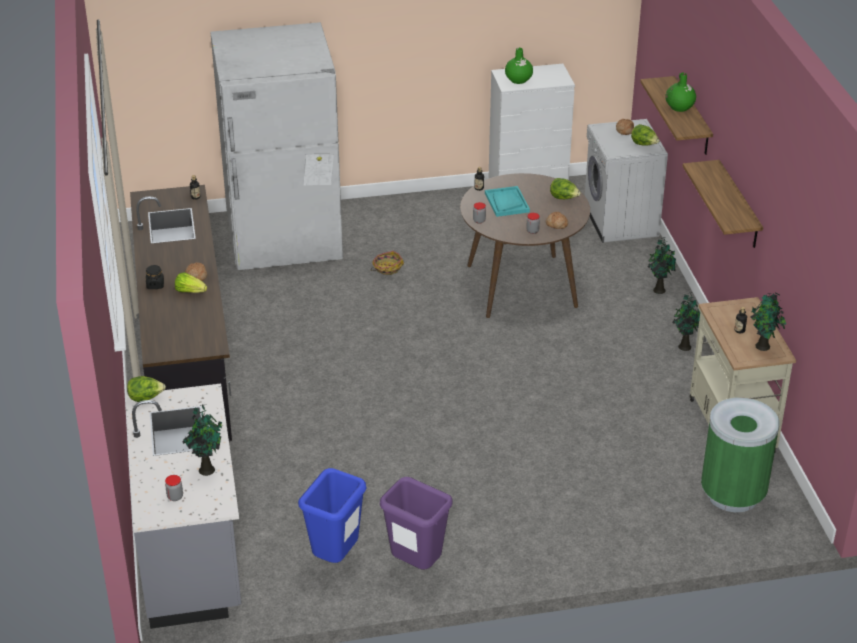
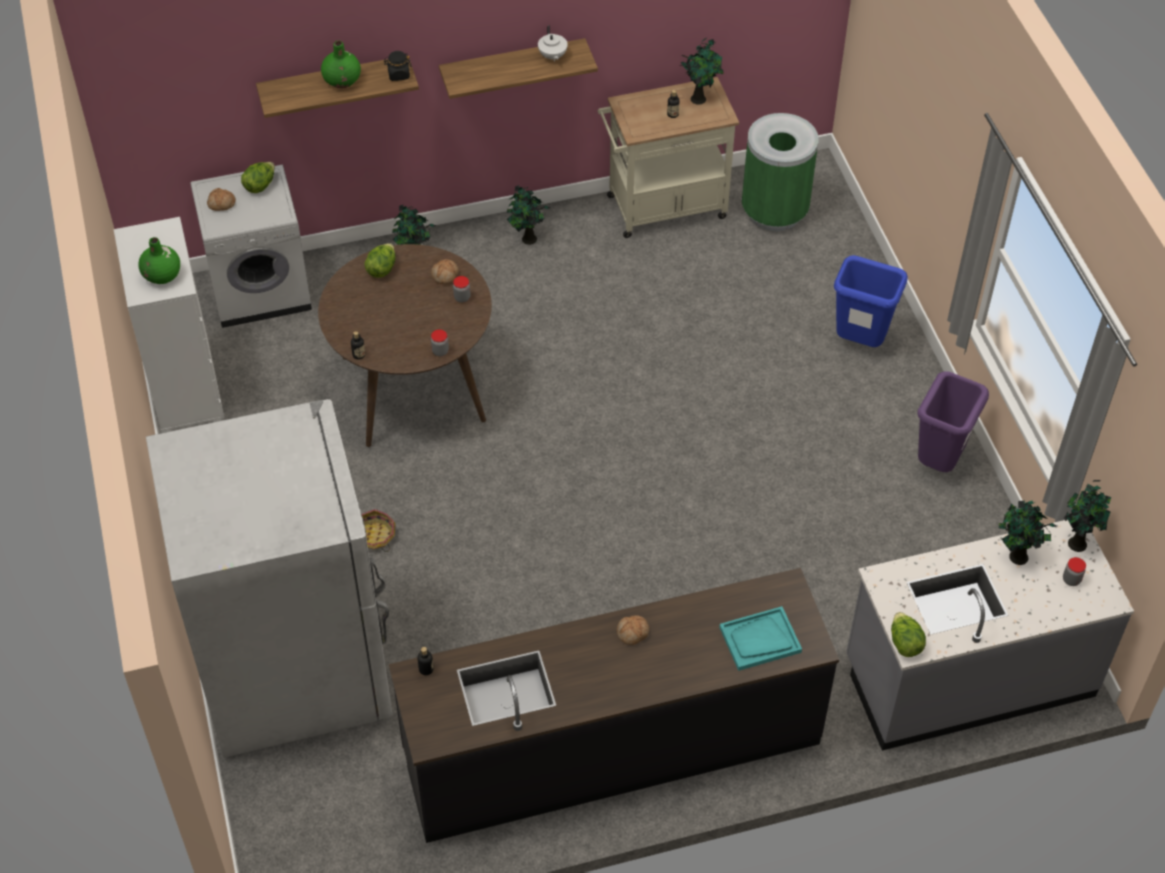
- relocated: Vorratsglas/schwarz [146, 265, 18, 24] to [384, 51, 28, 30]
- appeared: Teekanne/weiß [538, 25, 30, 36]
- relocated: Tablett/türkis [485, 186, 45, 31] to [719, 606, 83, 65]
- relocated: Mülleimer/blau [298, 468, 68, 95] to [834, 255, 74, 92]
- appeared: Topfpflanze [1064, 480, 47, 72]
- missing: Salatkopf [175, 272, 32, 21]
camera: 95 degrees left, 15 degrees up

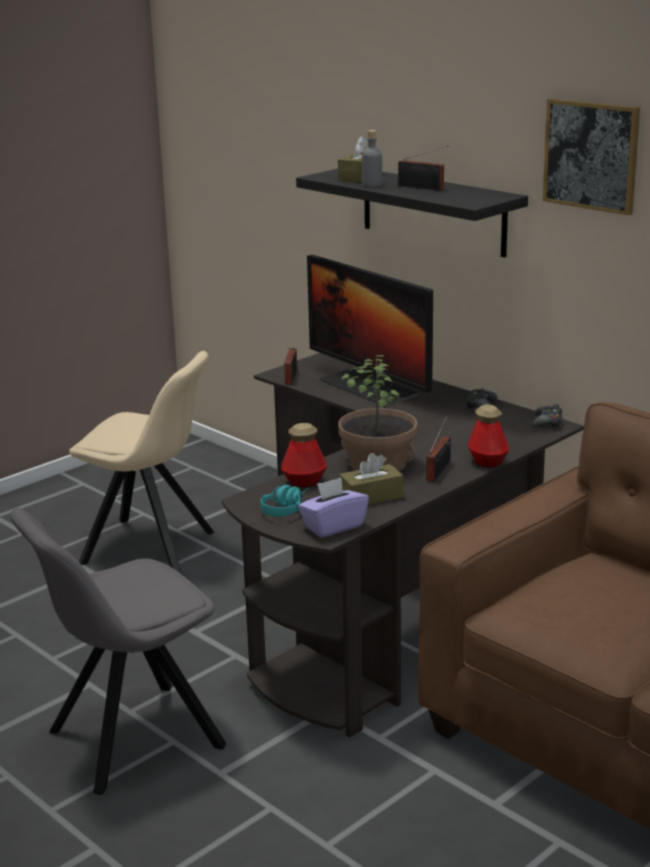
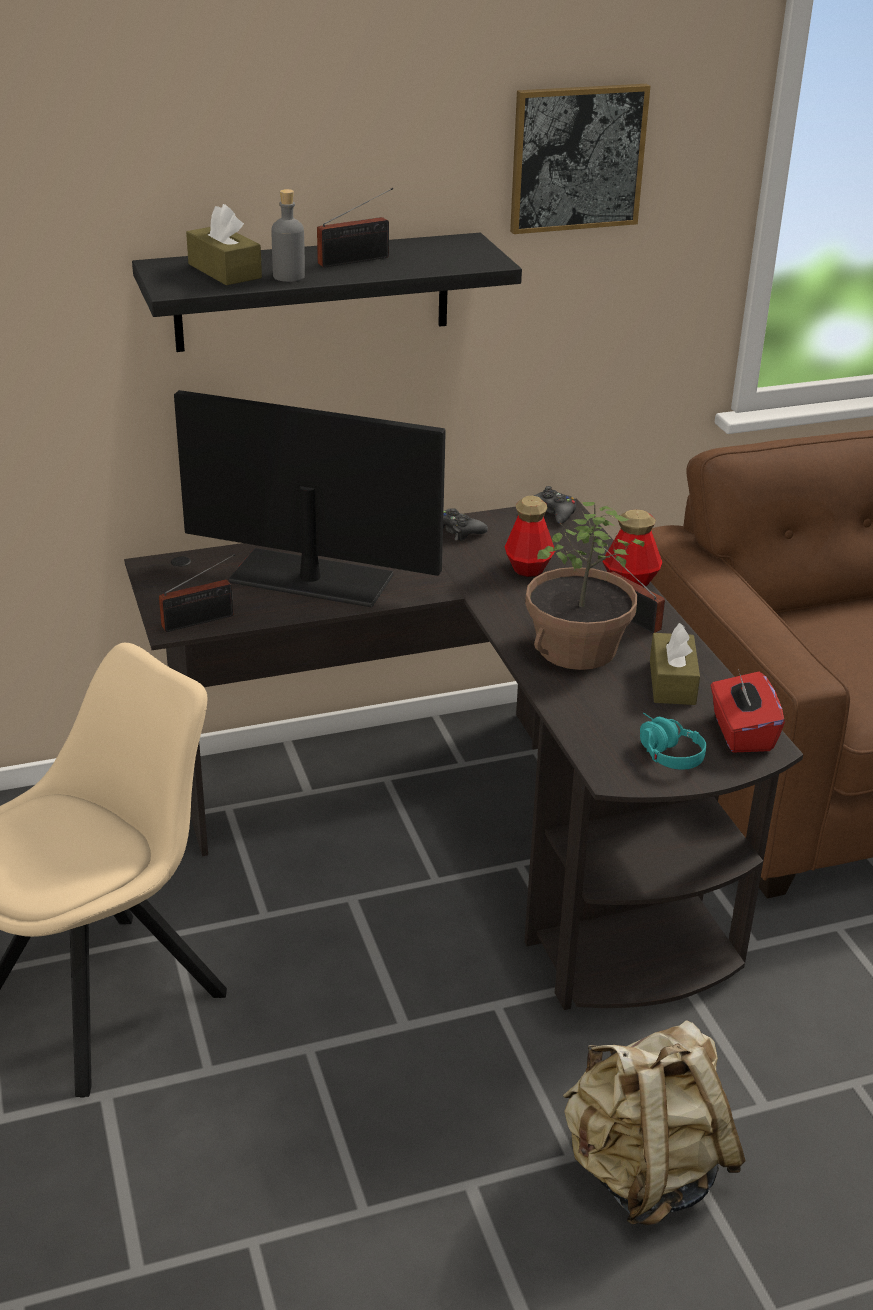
- spun: Radio [284, 348, 13, 36] = [159, 554, 76, 78] 60 degrees counterclockwise
- spun: Monitor [307, 255, 126, 151] = [174, 390, 272, 217] 150 degrees counterclockwise
- relocated: Flasche [281, 423, 46, 64] to [505, 496, 50, 81]
- exchanged: Stuhl/grau [10, 508, 216, 287] to Rucksack/beige [563, 1020, 182, 205]
- colour: Taschentuchbox/lila [298, 478, 71, 60] to Taschentuchbox/rot [711, 669, 74, 84]
camera: 65 degrees left, 10 degrees up

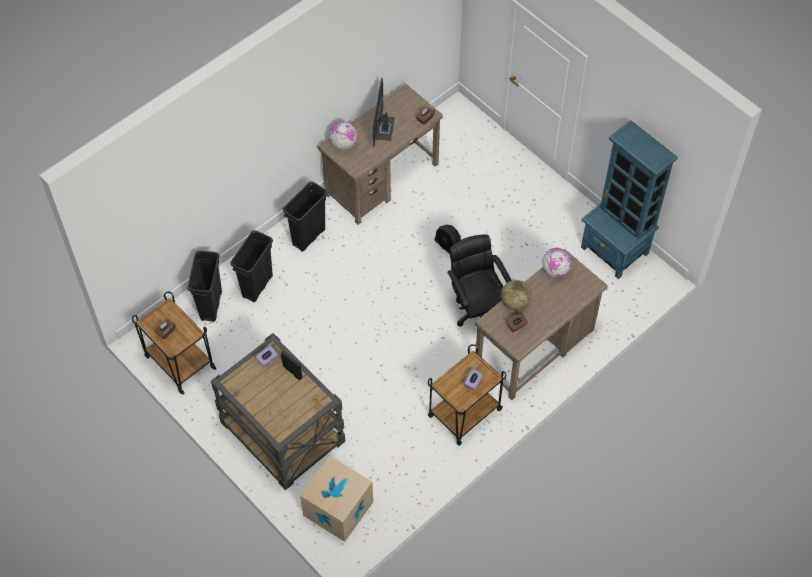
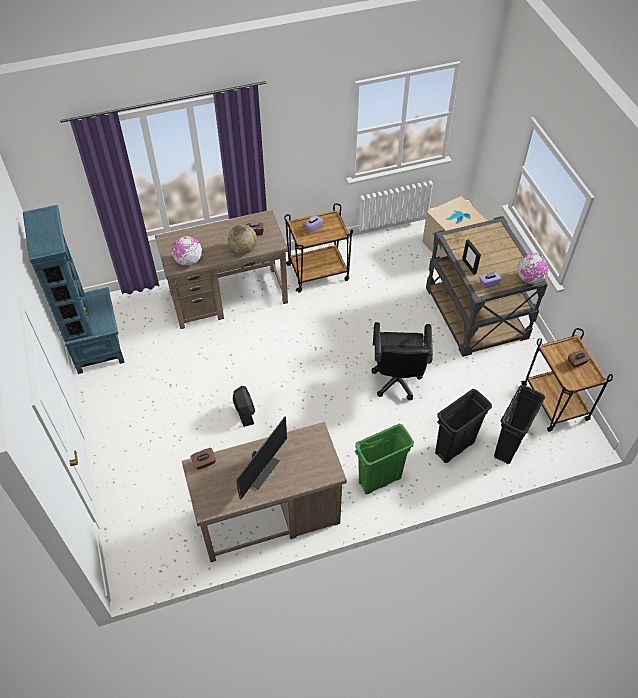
- colour: Mülleimer/schwarz [283, 181, 45, 70] to Mülleimer/grün [355, 424, 59, 70]
- relocated: Bürostuhl/schwarz [447, 235, 65, 92] to [371, 322, 62, 78]
- relocated: Globus [329, 122, 28, 28] to [517, 253, 32, 31]
camera: 155 degrees left, 5 degrees down

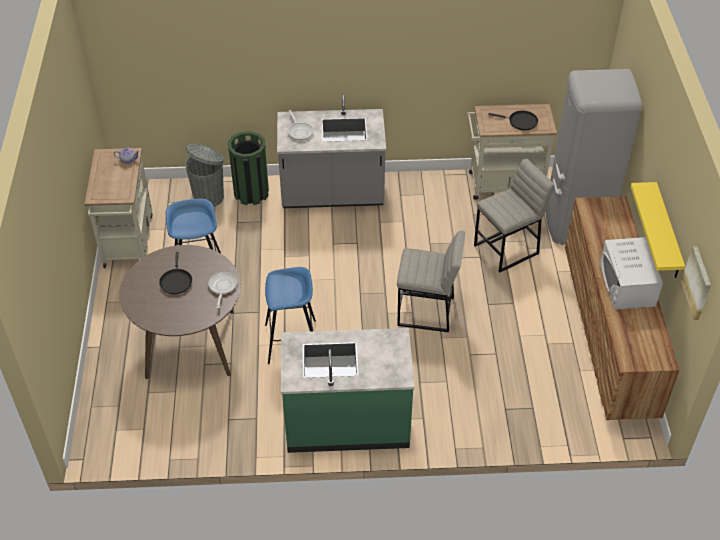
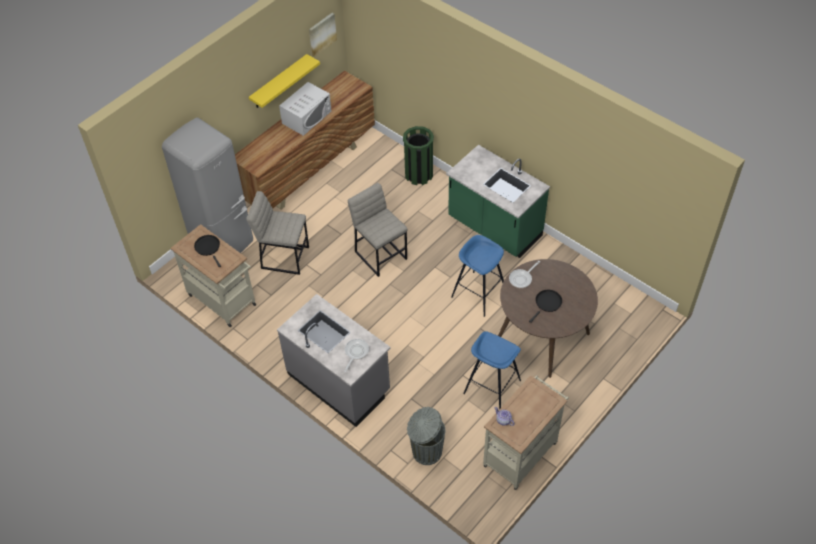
- relocated: Mülleimer/grün [228, 131, 41, 74] to [403, 126, 31, 59]
camera: 135 degrees left, 5 degrees up

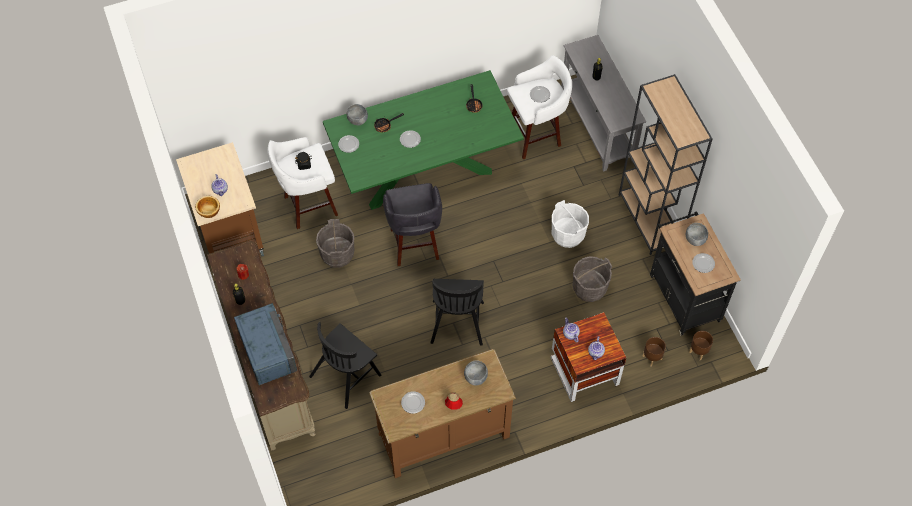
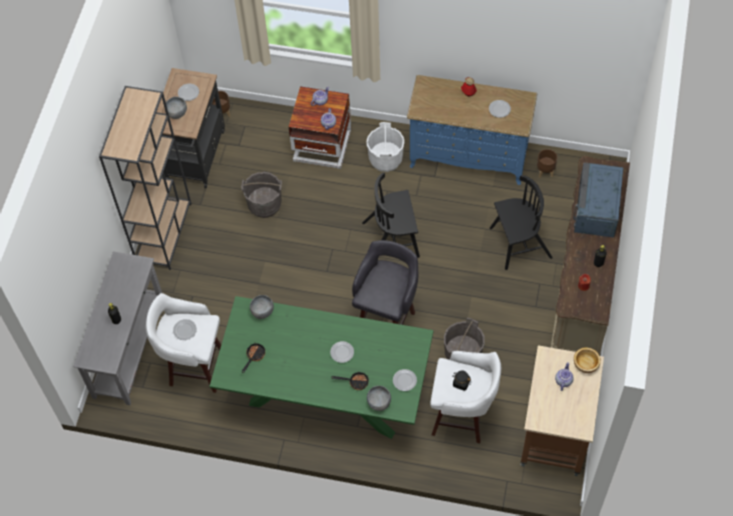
- relocated: Schüssel/grau [464, 360, 24, 26] to [250, 295, 24, 24]
- spun: Stuhl/schwarz [430, 279, 54, 67] = [362, 173, 58, 85] 135 degrees counterclockwise
- relocated: Eimer/weiß [552, 200, 37, 48] to [367, 122, 37, 50]
- colour: Kommode/braun [369, 349, 147, 129] to Kommode/blau [407, 75, 130, 110]
- relocated: Pflanzkübel/braun [642, 337, 24, 29] to [537, 149, 20, 28]
camera: 145 degrees left, 0 degrees up

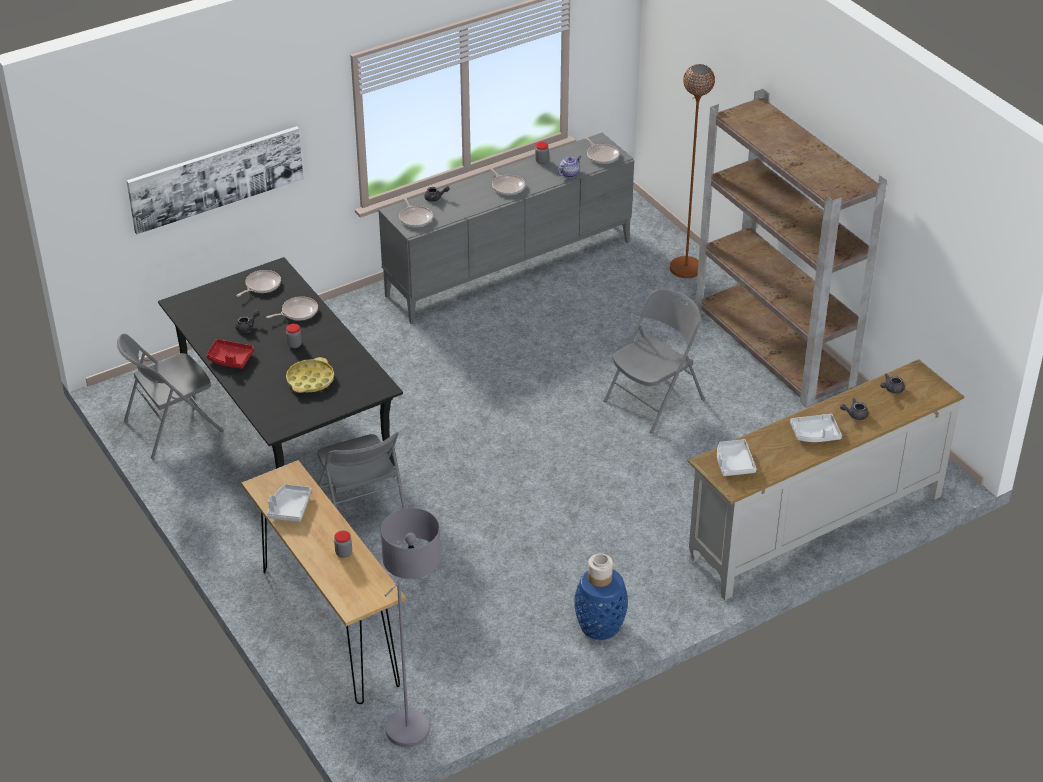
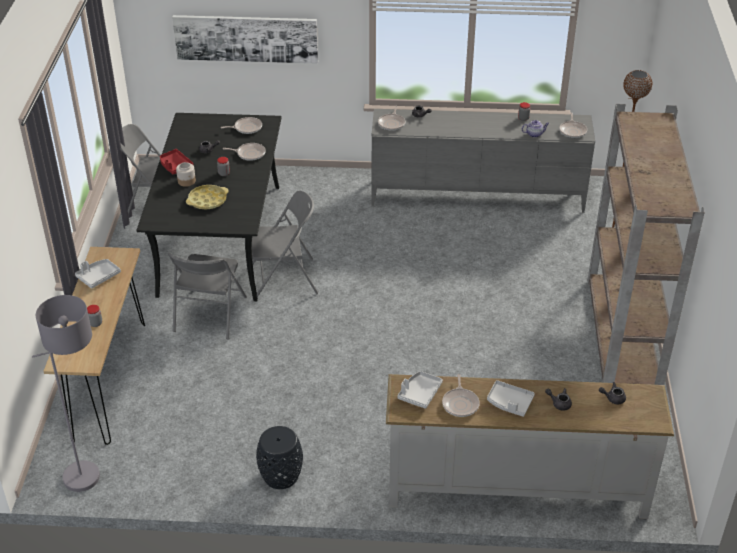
- relocated: Vorratsglas [588, 553, 25, 34] to [176, 162, 20, 25]
- relocated: Stuhl/grau [603, 289, 102, 145] to [252, 191, 66, 106]
- colour: Hocker/blau [574, 569, 54, 71] to Hocker/schwarz [256, 426, 47, 63]
- relocated: Pfanne [489, 167, 36, 28] to [442, 374, 38, 43]
camera: 35 degrees right, 0 degrees up

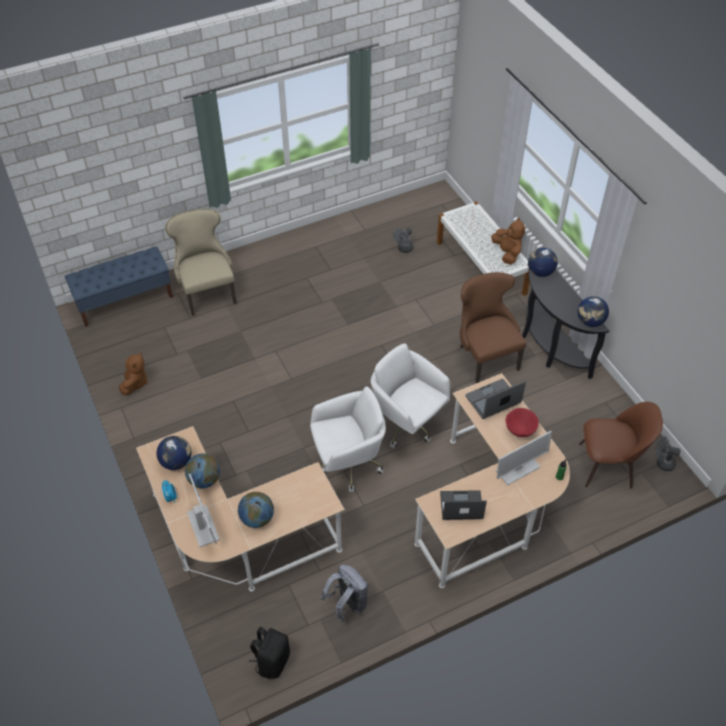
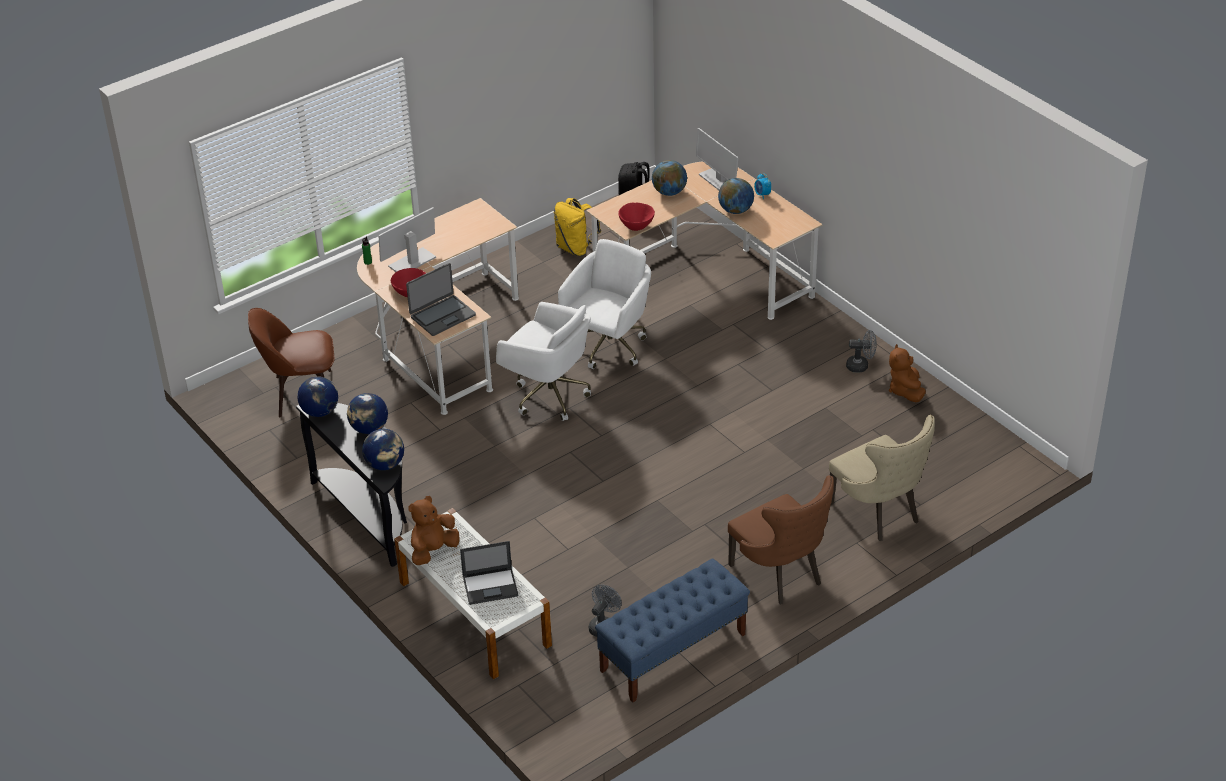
- relocated: Globus [156, 436, 36, 34] to [347, 393, 41, 41]
- spun: Plüschtier/braun [492, 217, 33, 48] = [408, 496, 52, 69] 75 degrees clockwise
- relocated: Laptop [440, 490, 47, 30] to [460, 541, 59, 64]
- colour: Rucksack/grau [321, 565, 47, 57] to Rucksack/gelb [554, 198, 47, 58]
- spun: Bürostuhl/weiß [310, 386, 76, 106] = [558, 239, 93, 130] 150 degrees clockwise
- relocated: Bank/blau [65, 246, 108, 81] to [595, 558, 155, 145]
- appeared: Schüssel/rot [618, 203, 37, 28]
- relocated: Stuhl/braun [460, 272, 66, 111] to [728, 475, 106, 130]
- relocated: Ventilator/grau [656, 437, 25, 34] to [846, 330, 31, 43]
camera: 170 degrees right, 10 degrees down

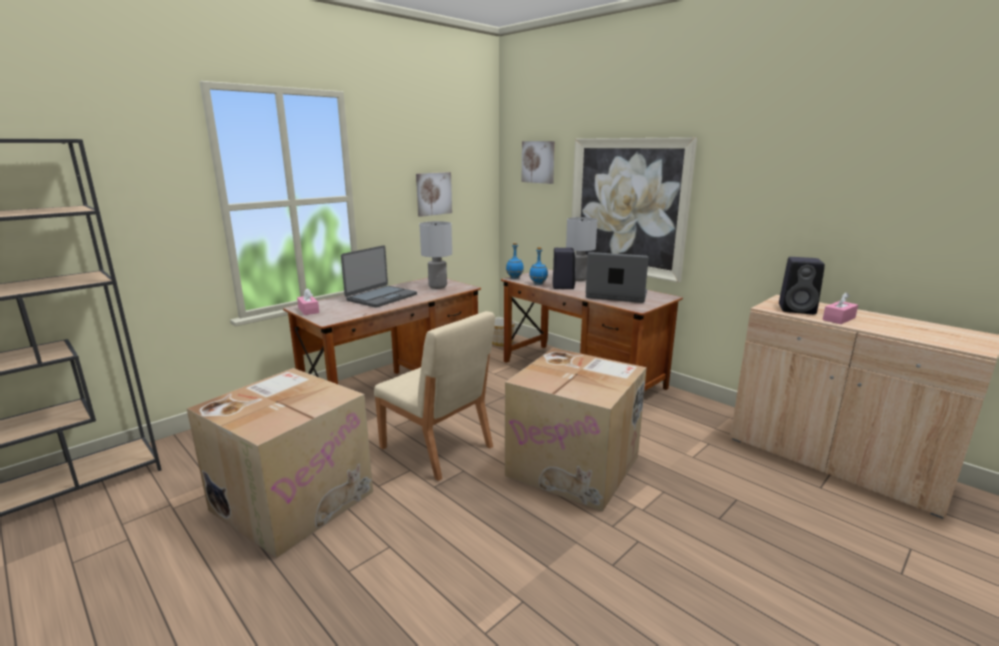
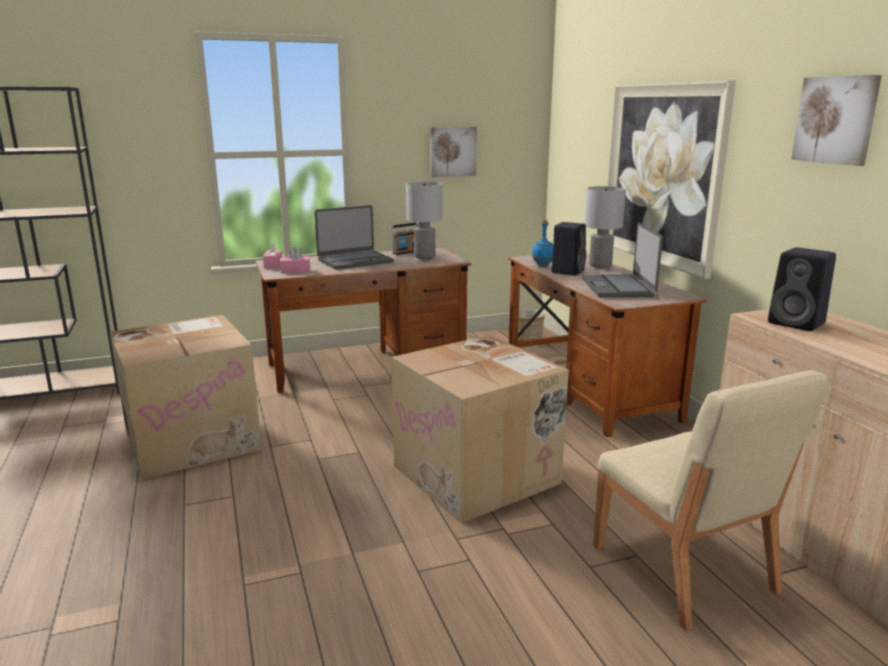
- relocated: Taschentuchbox/rosa [822, 292, 36, 32] to [280, 247, 30, 26]
- appeared: Radio [390, 222, 29, 33]
- spun: Laptop [586, 252, 63, 51] = [582, 223, 81, 74] 135 degrees counterclockwise
- relocated: Stuhl/beige [374, 311, 121, 170] to [593, 370, 235, 261]
- relocated: Bild [521, 141, 34, 43] to [791, 75, 91, 91]
- missing: Flasche/blau [506, 243, 18, 36]
camera: 25 degrees right, 0 degrees up

